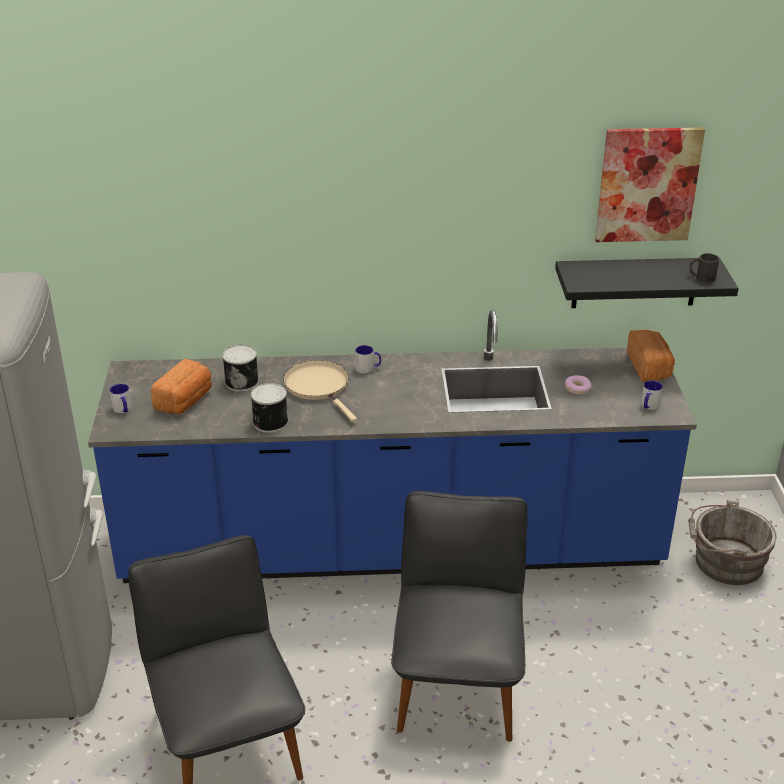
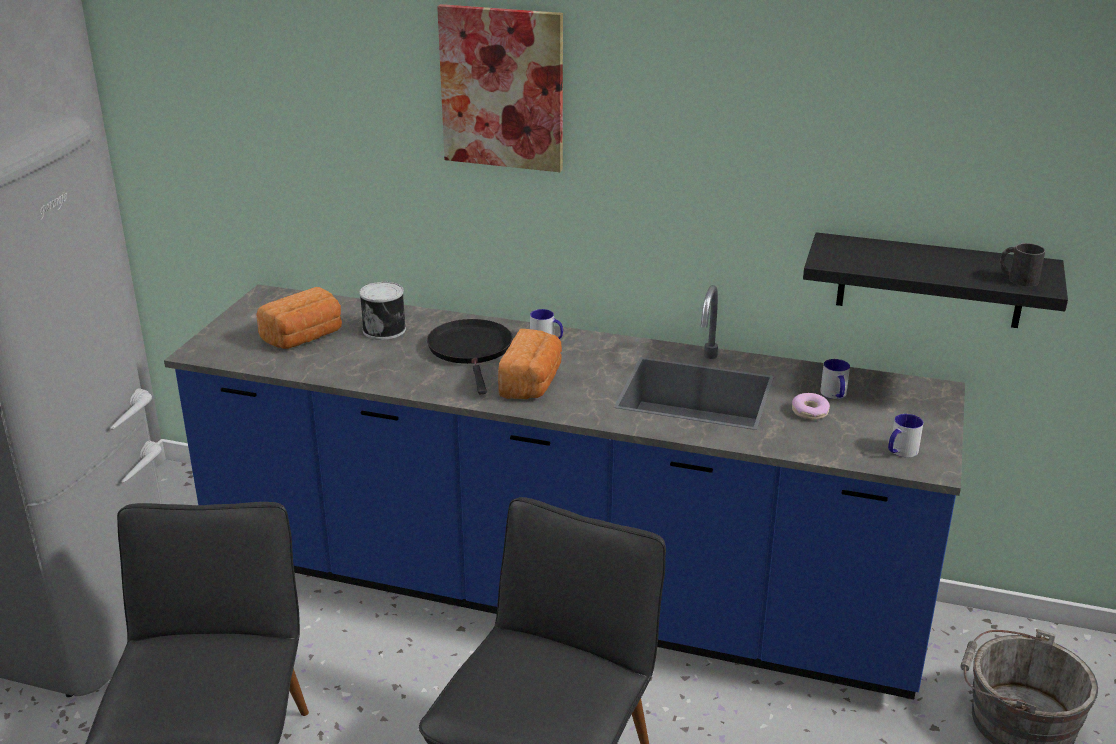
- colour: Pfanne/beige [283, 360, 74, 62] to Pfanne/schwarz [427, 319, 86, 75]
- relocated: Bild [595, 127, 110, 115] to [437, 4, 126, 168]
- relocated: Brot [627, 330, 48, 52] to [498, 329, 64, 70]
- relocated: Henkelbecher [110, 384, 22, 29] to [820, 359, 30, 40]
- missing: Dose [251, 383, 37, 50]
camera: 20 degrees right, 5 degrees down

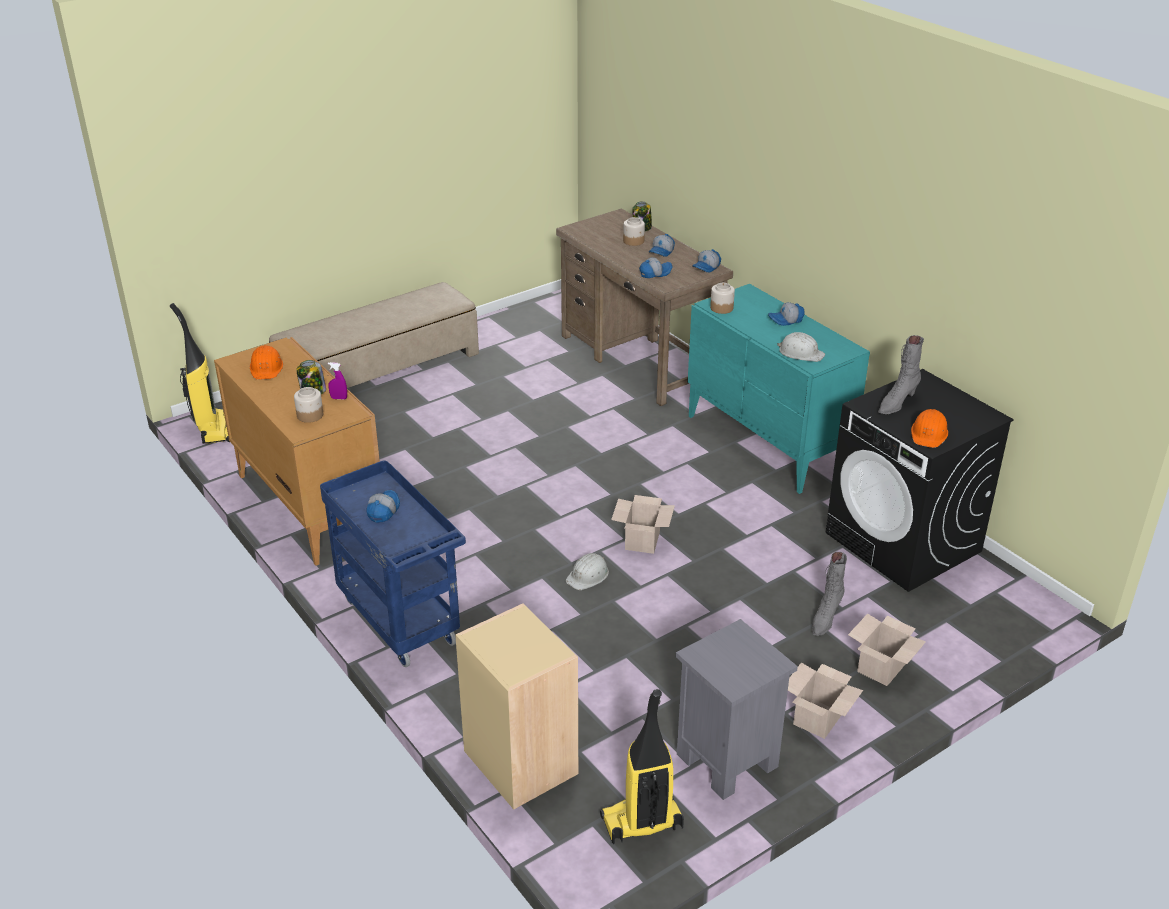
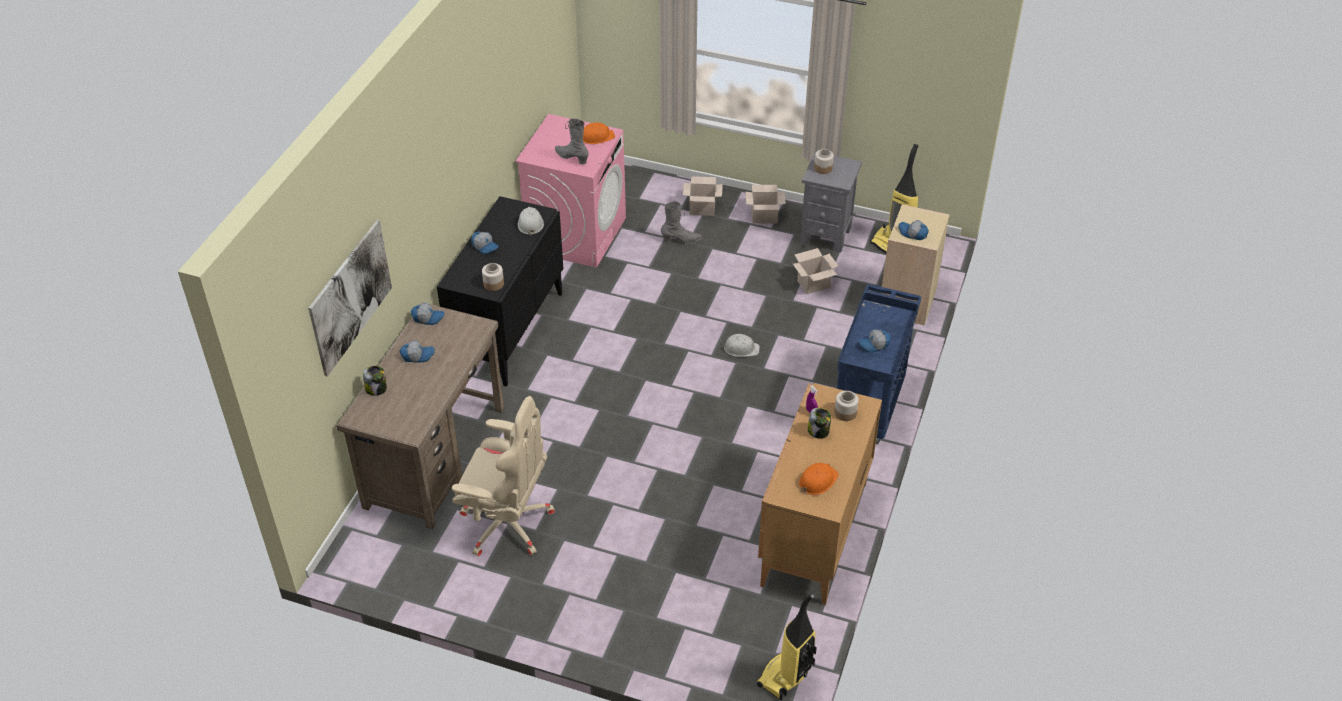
- appeared: Bild [308, 220, 84, 157]
- colour: Schrank/türkis [688, 284, 182, 210] to Schrank/schwarz [437, 196, 126, 191]
- appeared: Bürostuhl/beige [452, 396, 103, 161]
- colour: Waschmaschine/schwarz [826, 369, 188, 223] to Waschmaschine/rosa [515, 114, 111, 154]
- spun: Stiefel/grau [878, 335, 46, 79] = [555, 118, 34, 46] 150 degrees counterclockwise
- relocated: Karton [611, 495, 64, 59] to [793, 248, 45, 46]
- relocated: Vorratsglas [623, 217, 22, 29] to [814, 149, 20, 25]
- relocated: Kappe [639, 257, 34, 21] to [899, 220, 30, 20]
- missing: Bank/beige [269, 282, 210, 106]
camera: 125 degrees left, 10 degrees up

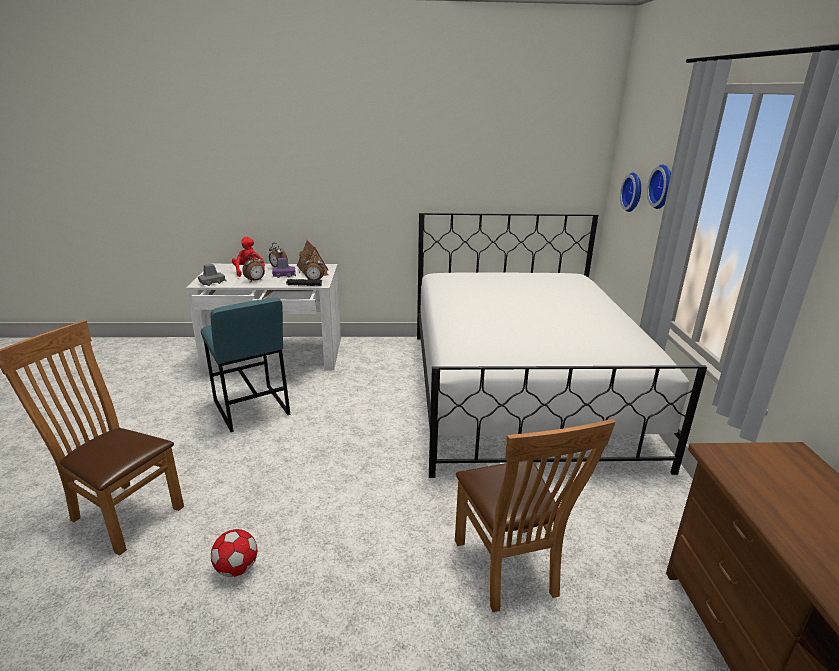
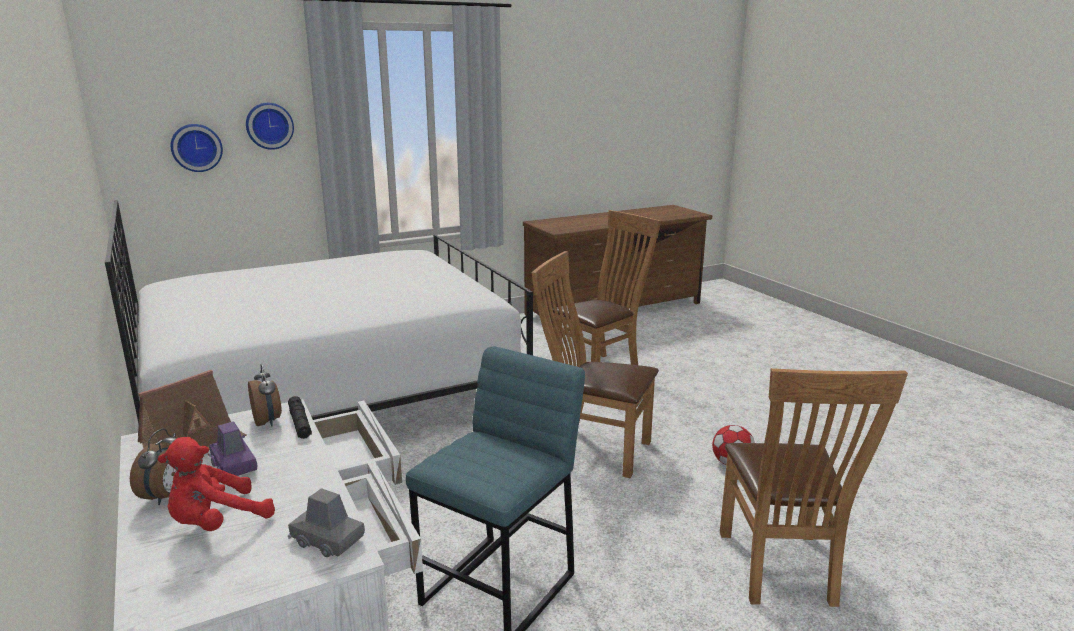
- appeared: Stuhl/braun [532, 251, 127, 227]
- missing: Wecker [242, 254, 23, 27]
camera: 115 degrees left, 5 degrees down

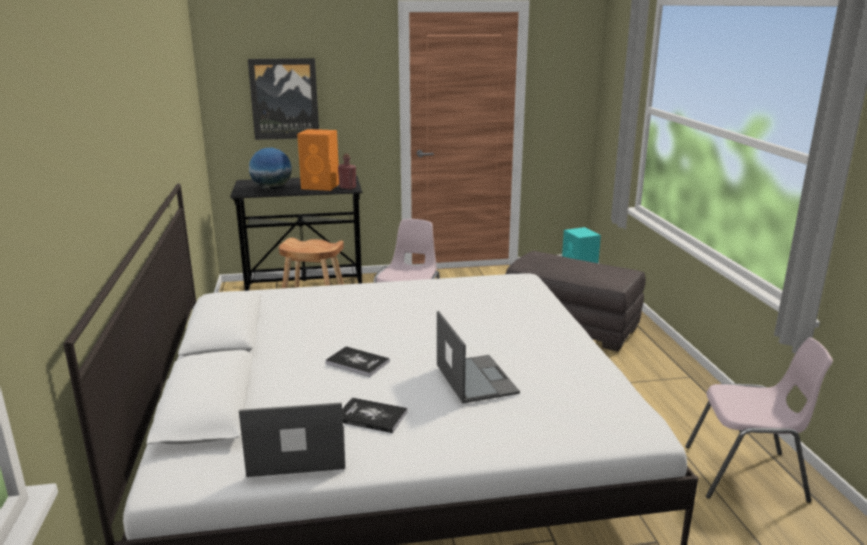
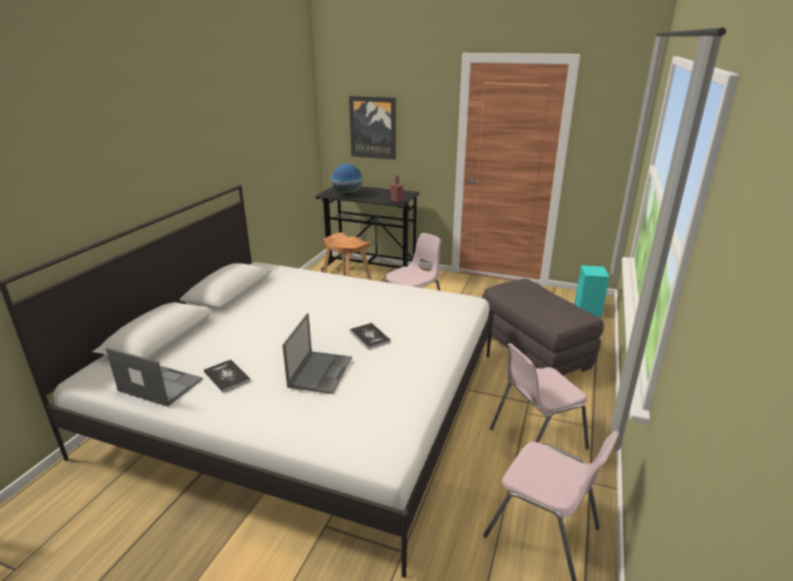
- relocated: Buch [325, 346, 65, 31] to [350, 323, 41, 26]
- appeared: Stuhl/rosa [490, 343, 99, 107]
- missing: Lautsprecher/orange [297, 129, 42, 62]
camera: 30 degrees right, 5 degrees up

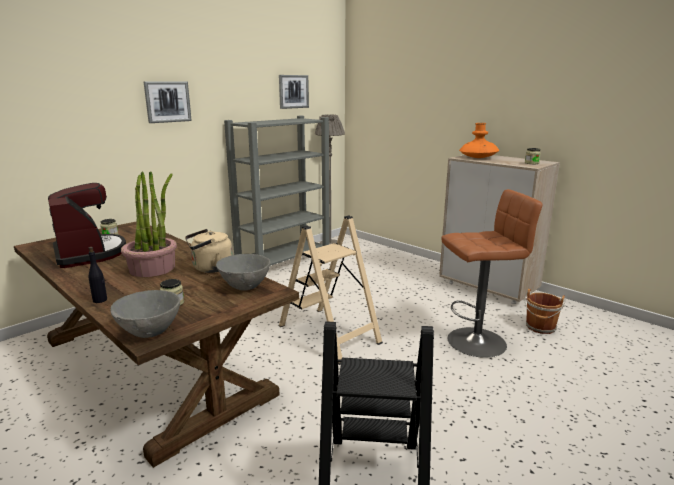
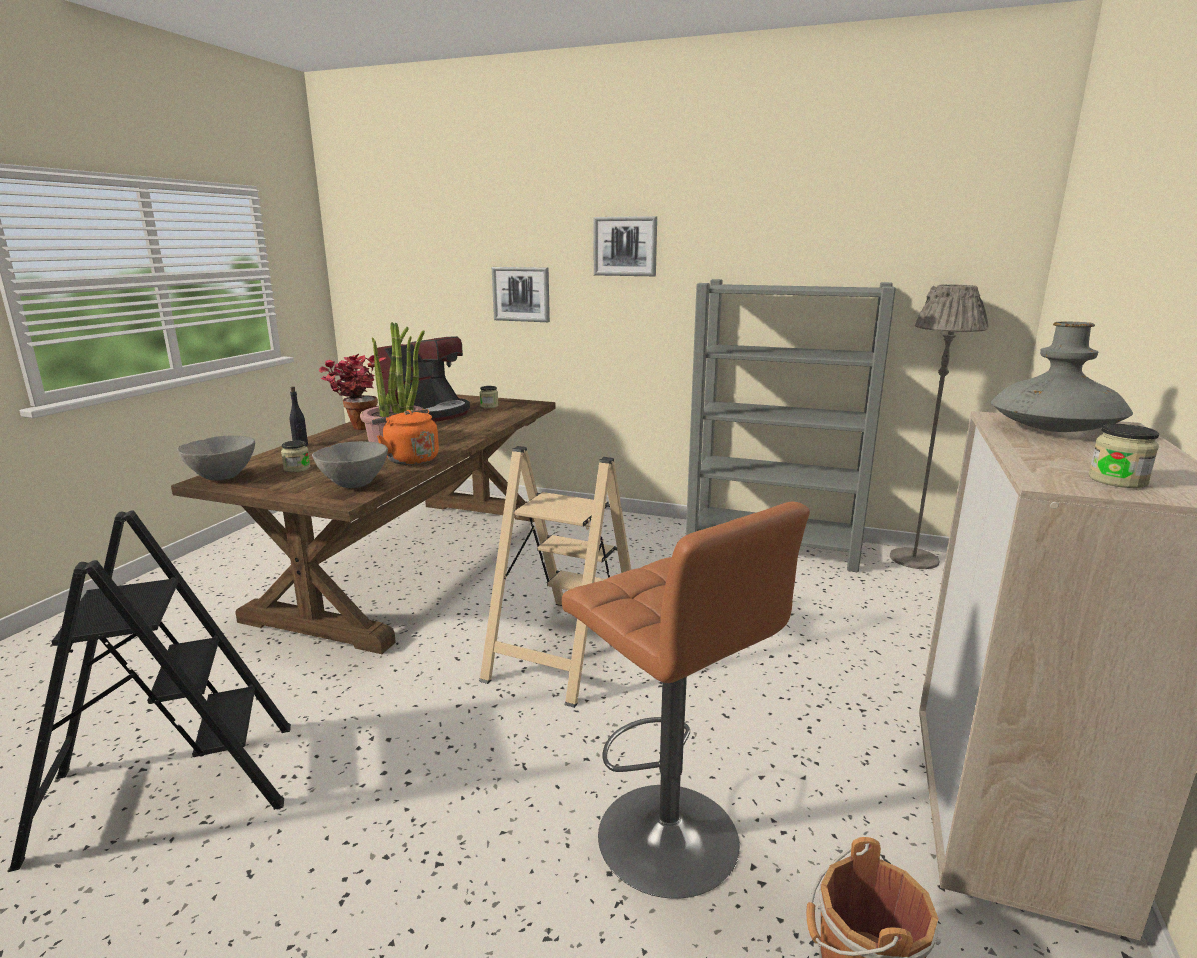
- appeared: Topfpflanze [319, 354, 67, 76]
- colour: Wasserkessel/beige [185, 229, 48, 44] to Wasserkessel/orange [372, 409, 67, 56]
- relocated: Bild [279, 75, 30, 34] to [492, 267, 58, 55]
- colour: Vase/orange [459, 123, 40, 35] to Vase/grau [991, 322, 142, 110]
camera: 65 degrees right, 0 degrees up

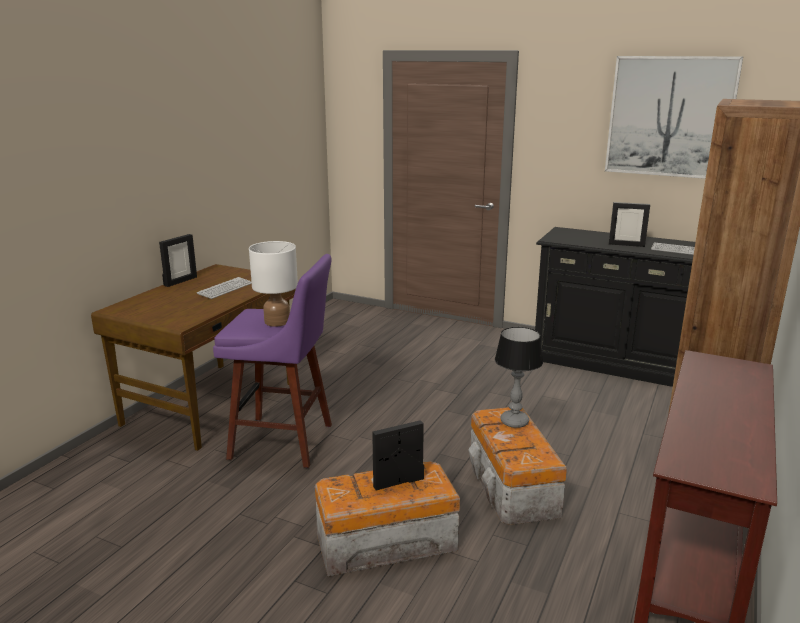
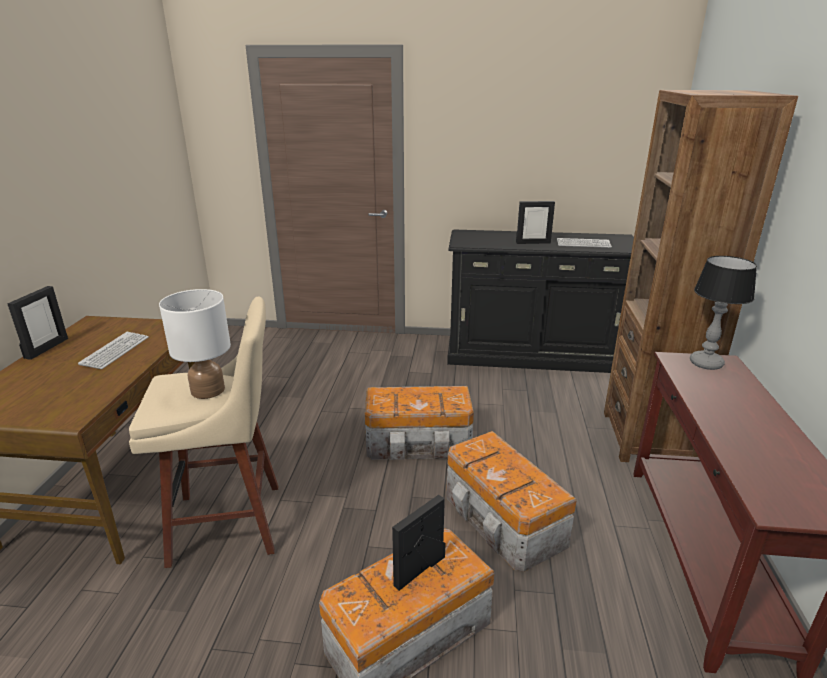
- colour: Hocker/lila [213, 254, 119, 214] to Hocker/beige [129, 297, 149, 271]
- appeared: Aufbewahrungsbox [365, 386, 109, 74]
- relocated: Tischlampe [495, 327, 48, 101] to [690, 256, 67, 114]
- missing: Bild [605, 56, 138, 123]
camera: 20 degrees left, 5 degrees up

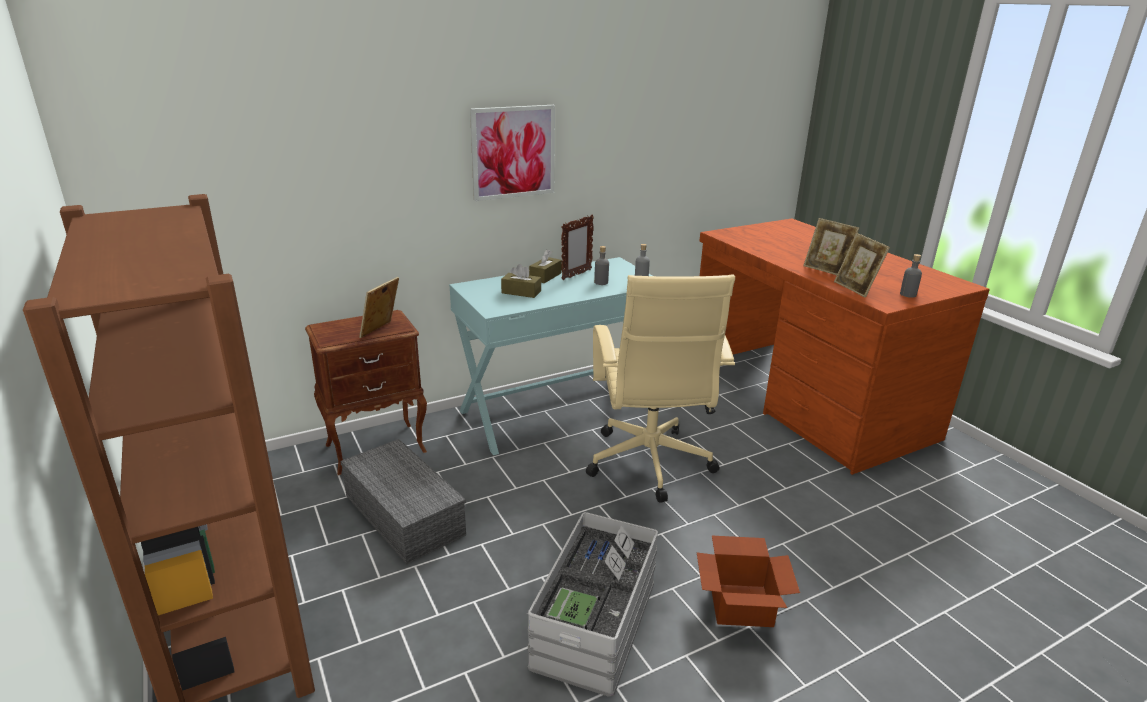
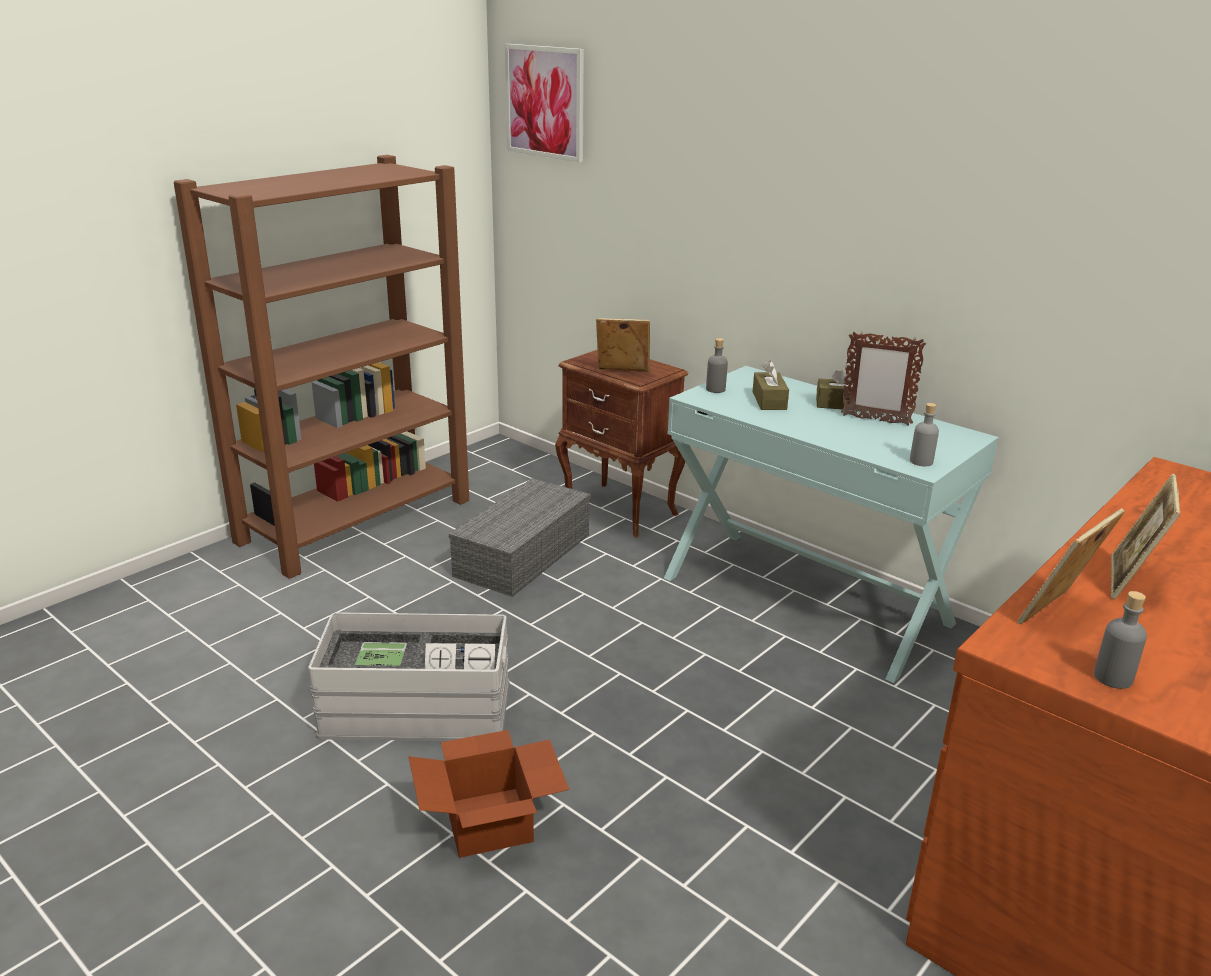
- relocated: Bild [470, 105, 85, 96] to [505, 44, 79, 118]
- relocated: Flasche/grau [594, 246, 15, 39] to [706, 338, 22, 55]
- missing: Bürostuhl/beige [586, 274, 149, 229]
camera: 70 degrees right, 0 degrees up

